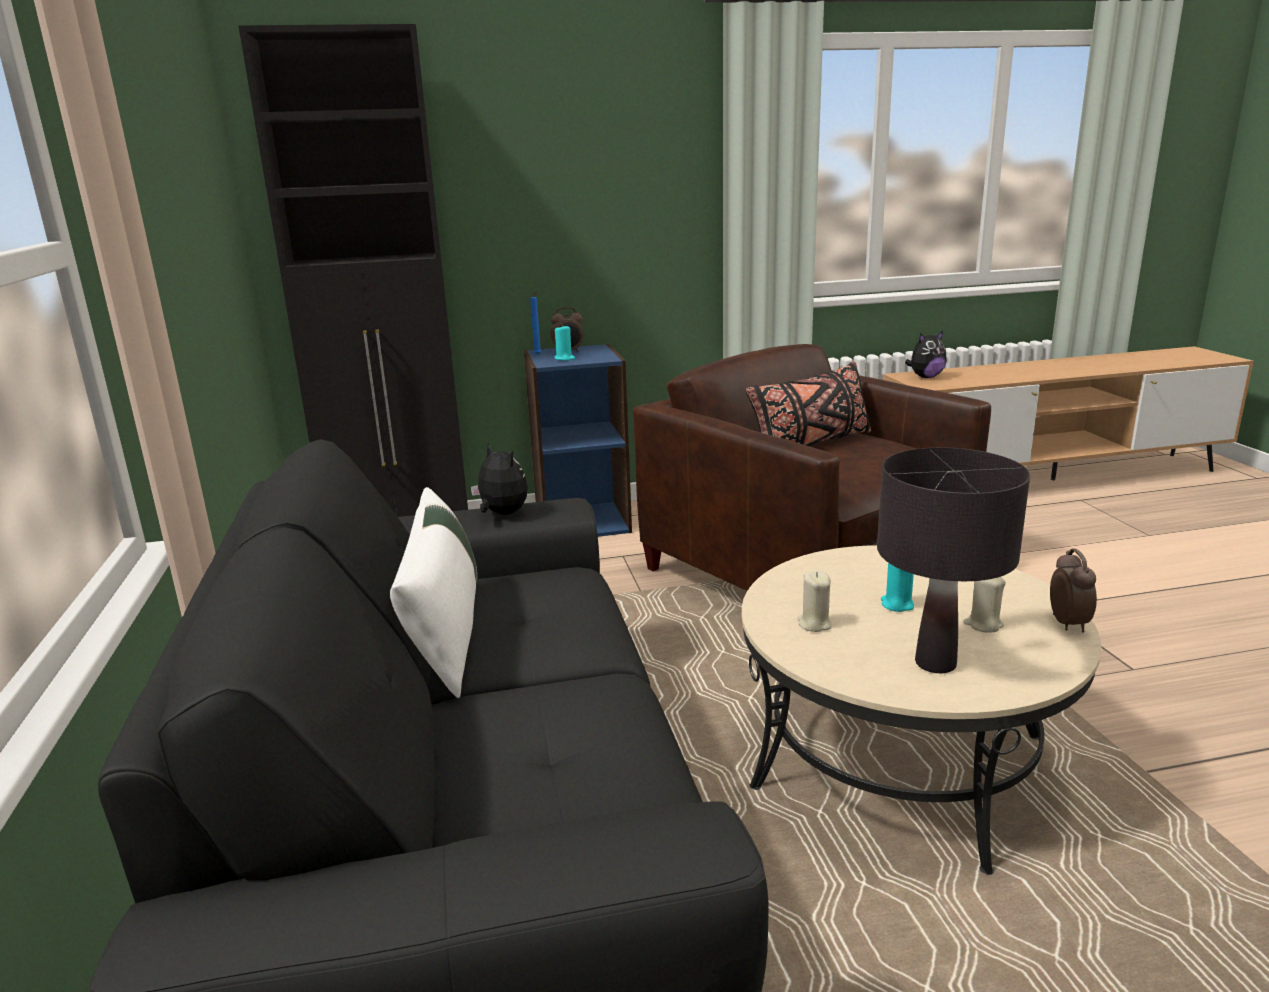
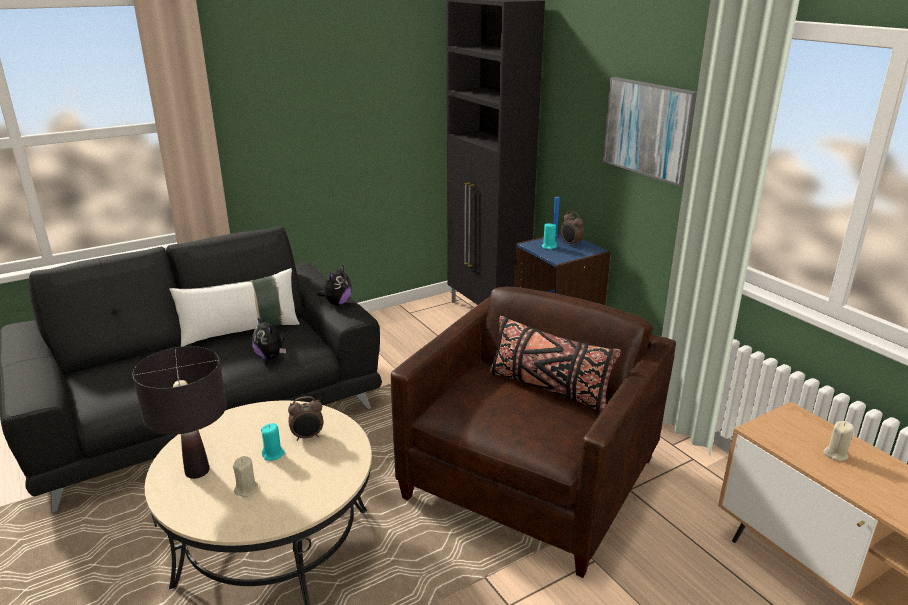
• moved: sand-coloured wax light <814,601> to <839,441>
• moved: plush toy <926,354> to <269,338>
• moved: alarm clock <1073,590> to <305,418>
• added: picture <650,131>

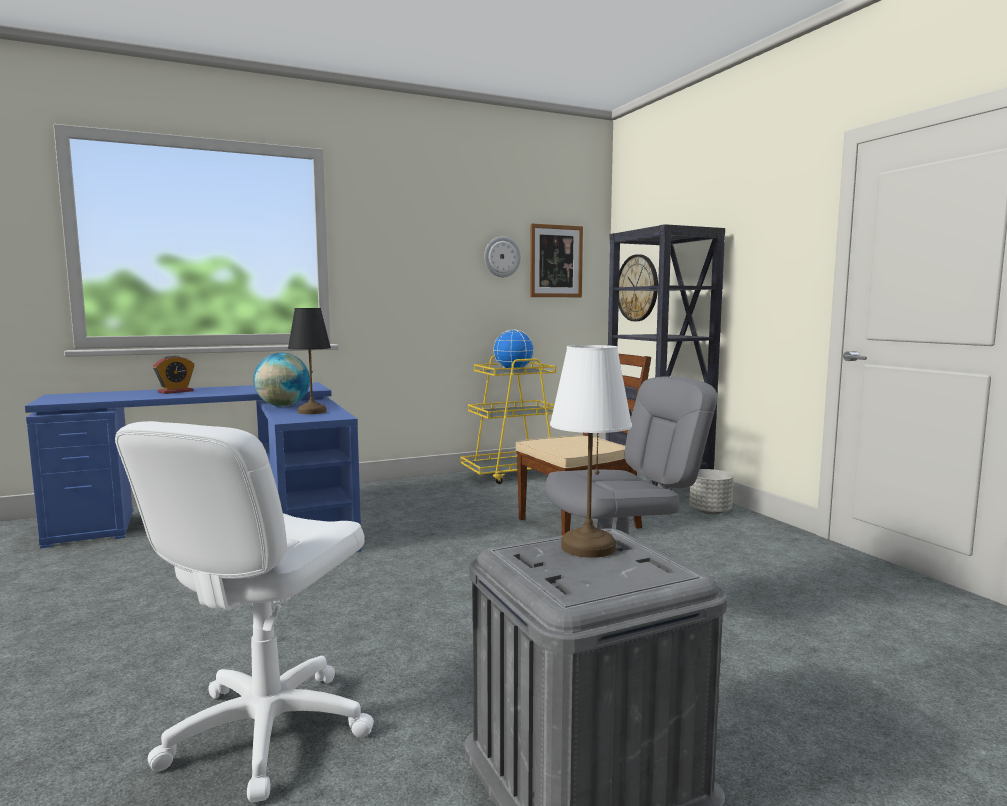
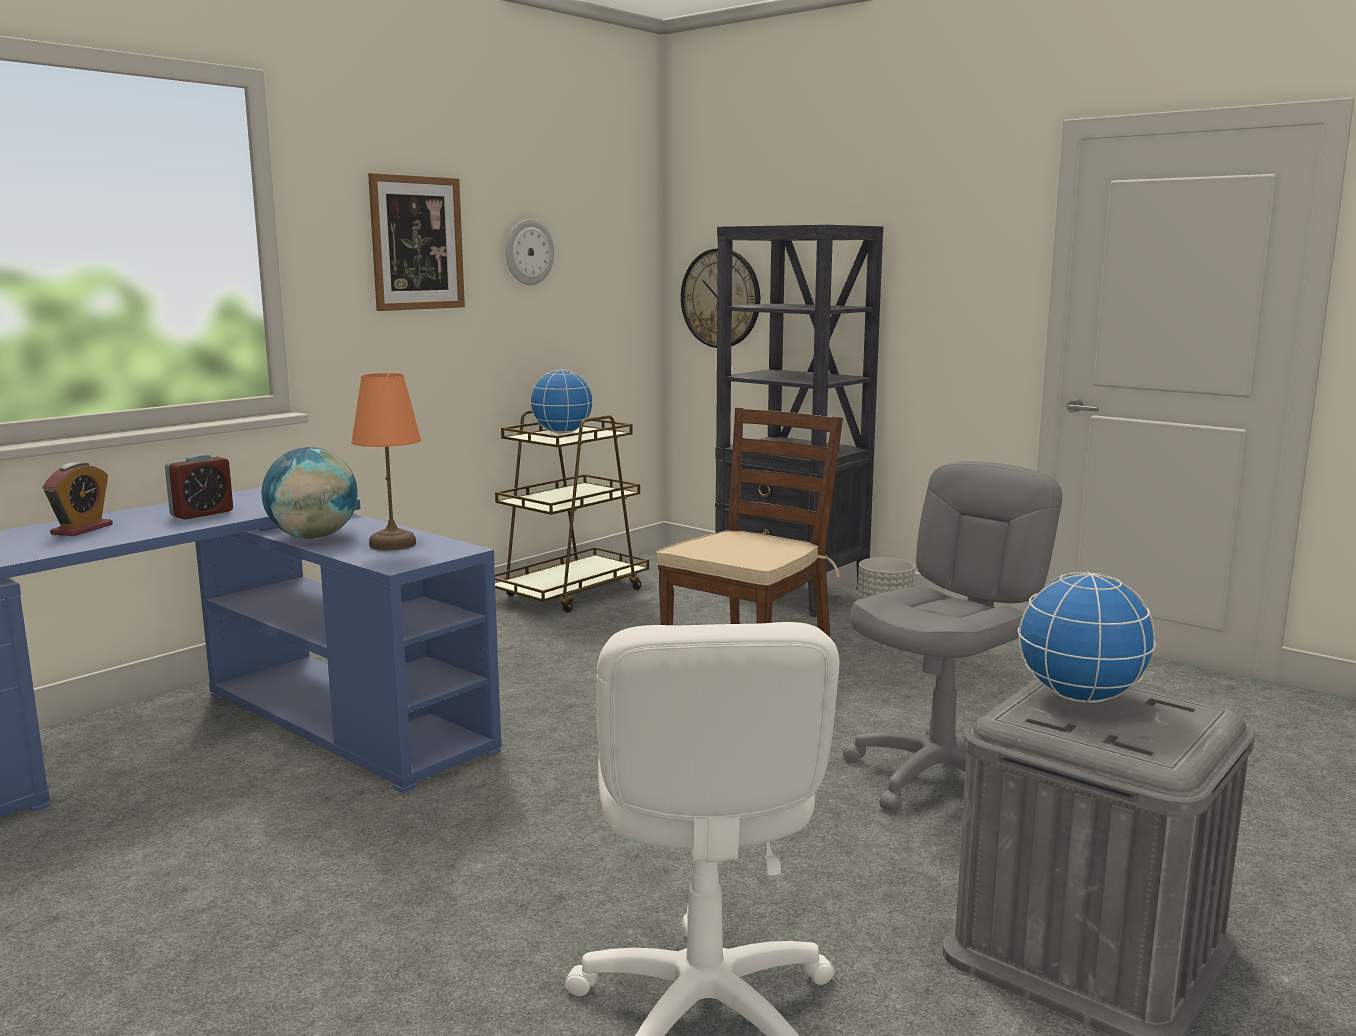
• recoloured: blackish lamp for a table <309,361> to orange-coloured lamp for a table <386,461>
• recoloured: yellowish wheeled cart <508,420> to brownish wheeled cart <572,511>
• moved: picture <556,260> to <416,242>
• replaced: whitish lamp for a table <591,451> to desk globe <1087,637>
• added: alarm clock <199,487>

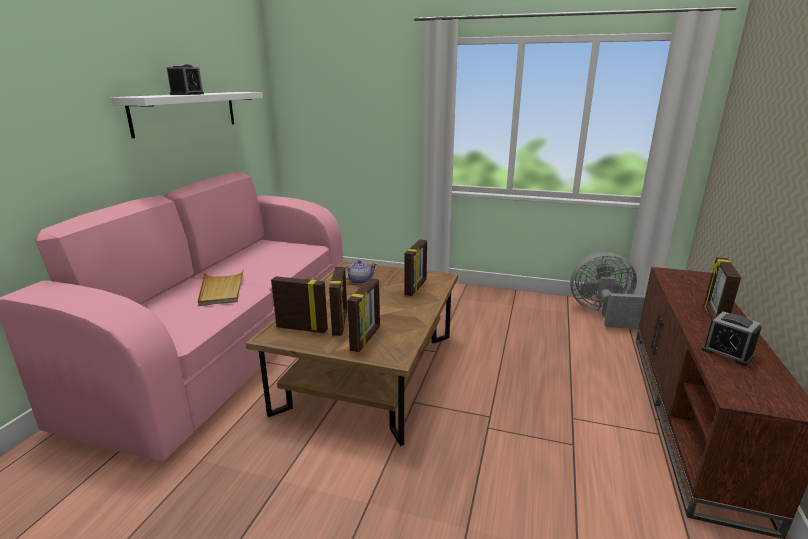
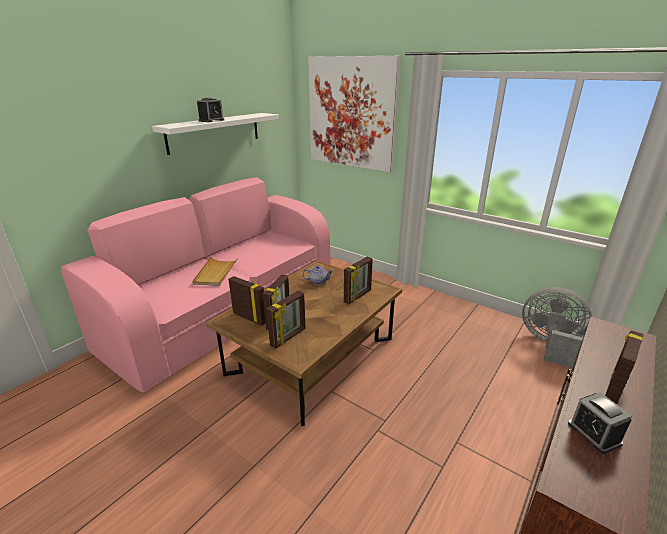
• added: picture <354,114>

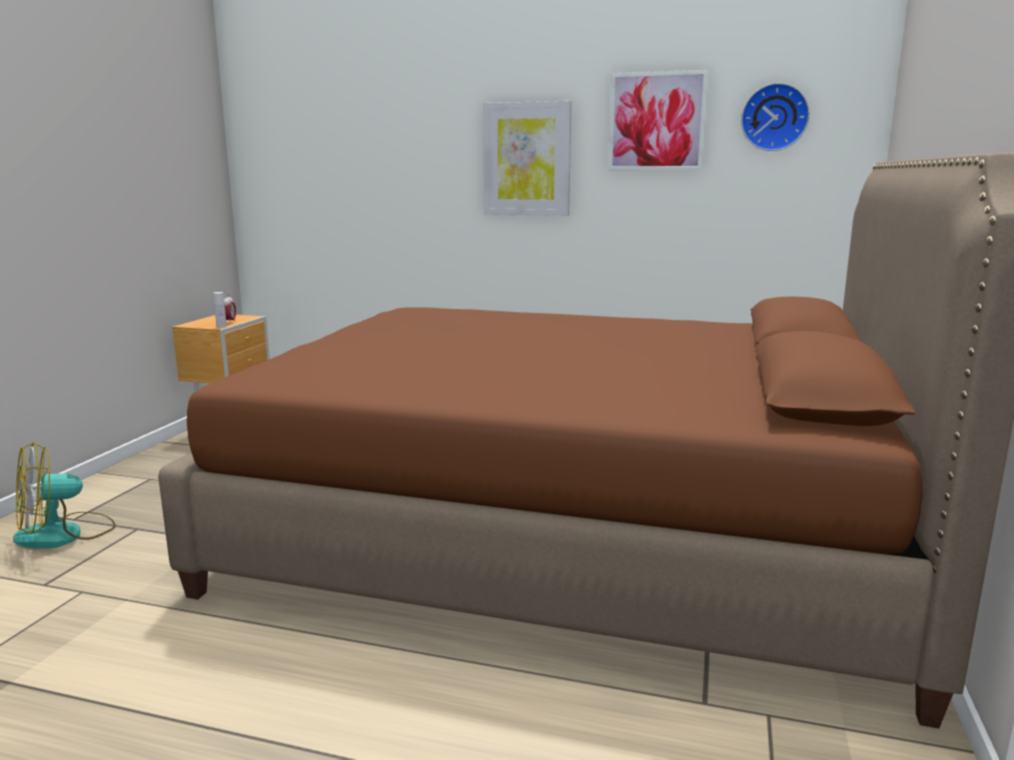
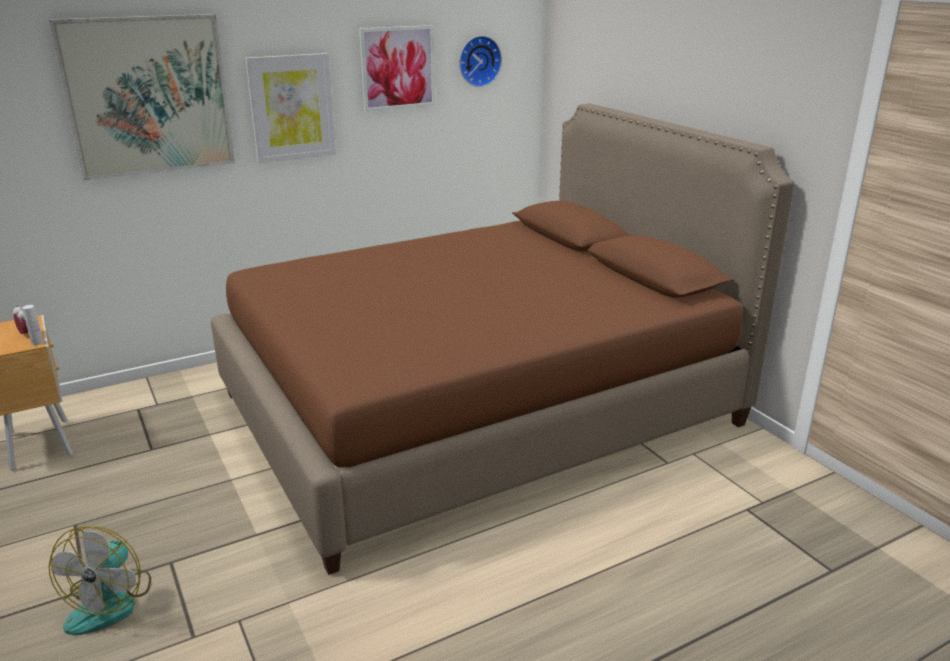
• added: picture <141,97>

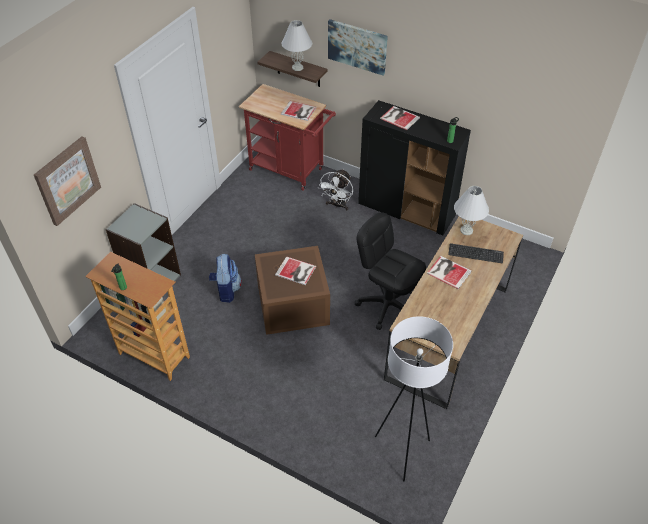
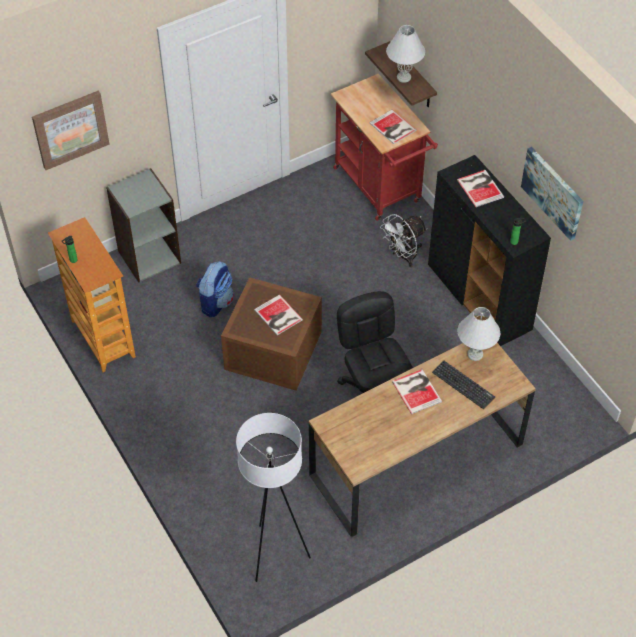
• moved: picture <358,47> to <552,194>

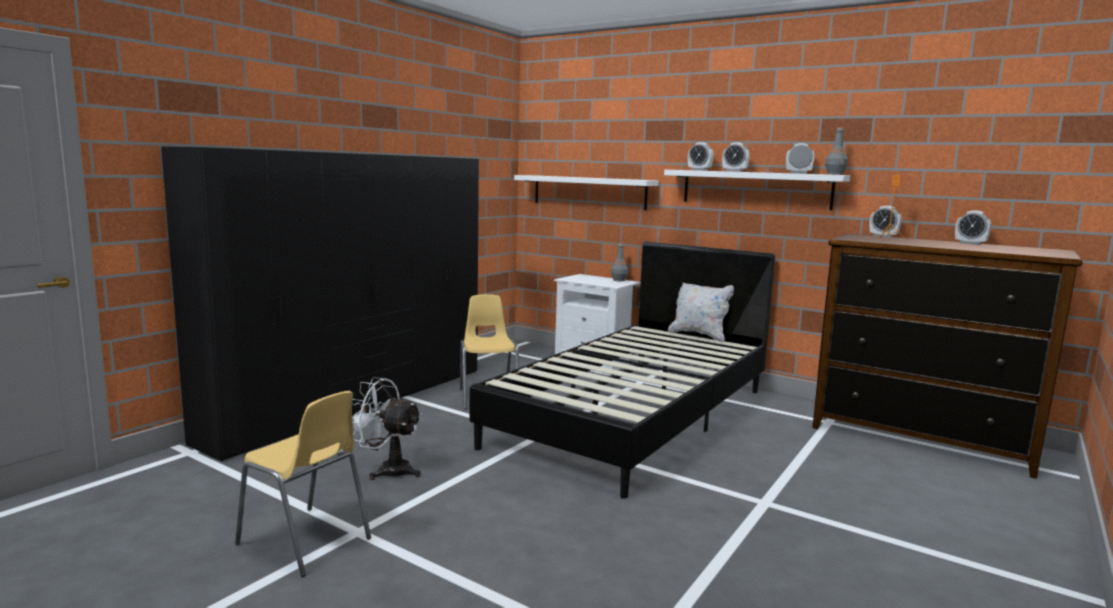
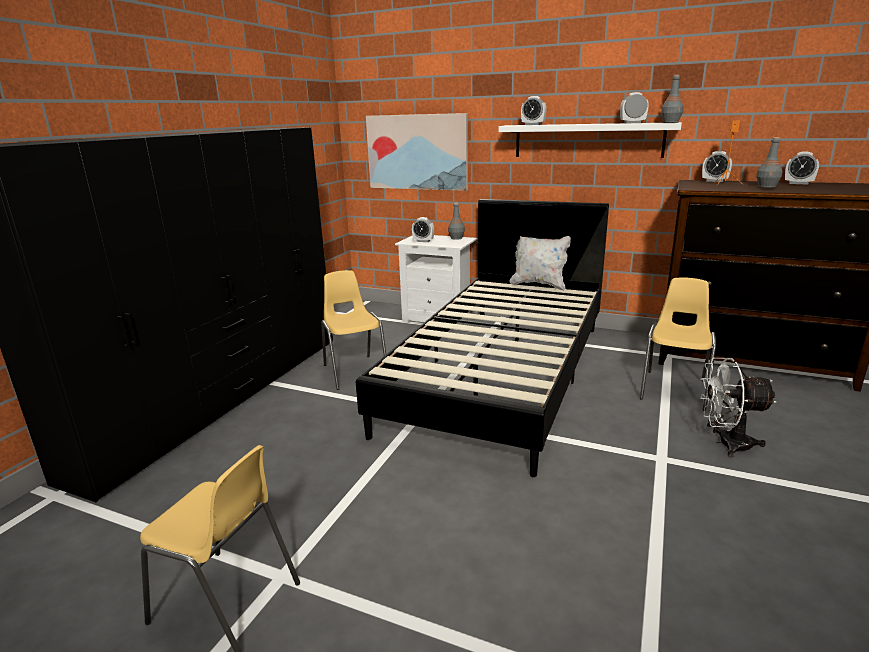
• moved: whitish fan <387,428> to <738,407>
• replaced: whitish bracket shelf <586,192> to picture <417,152>
• moved: alarm clock <736,157> to <423,229>
• added: yellowish chair <678,344>
• added: greyish bottle <769,162>

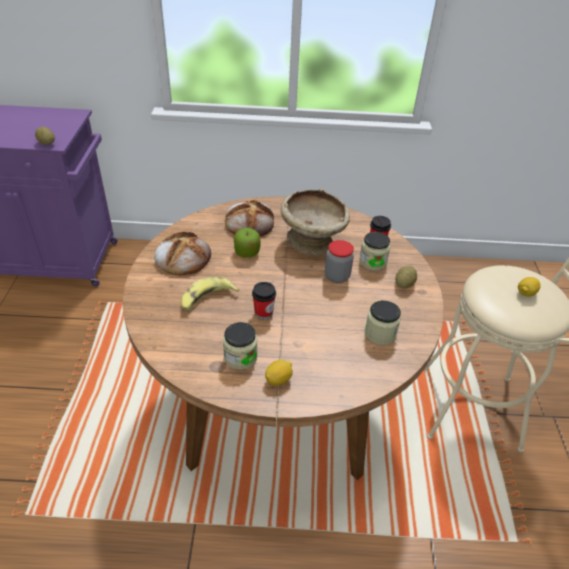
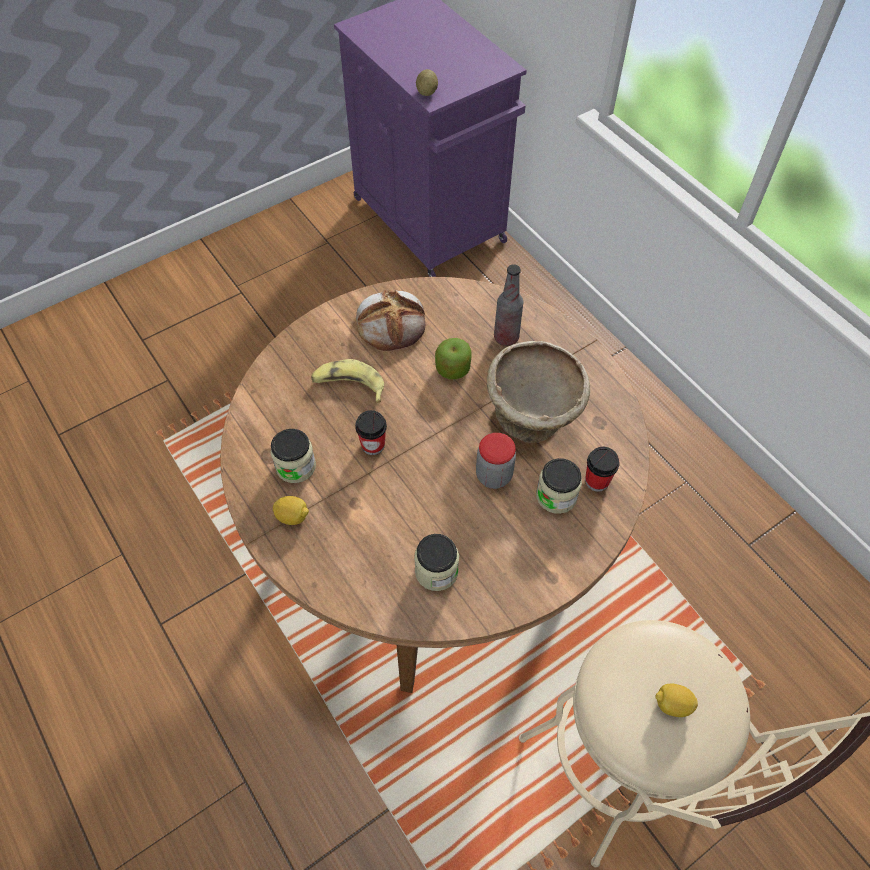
• replaced: bakery bread <249,218> to bottle <508,305>
• removed: potato <406,277>

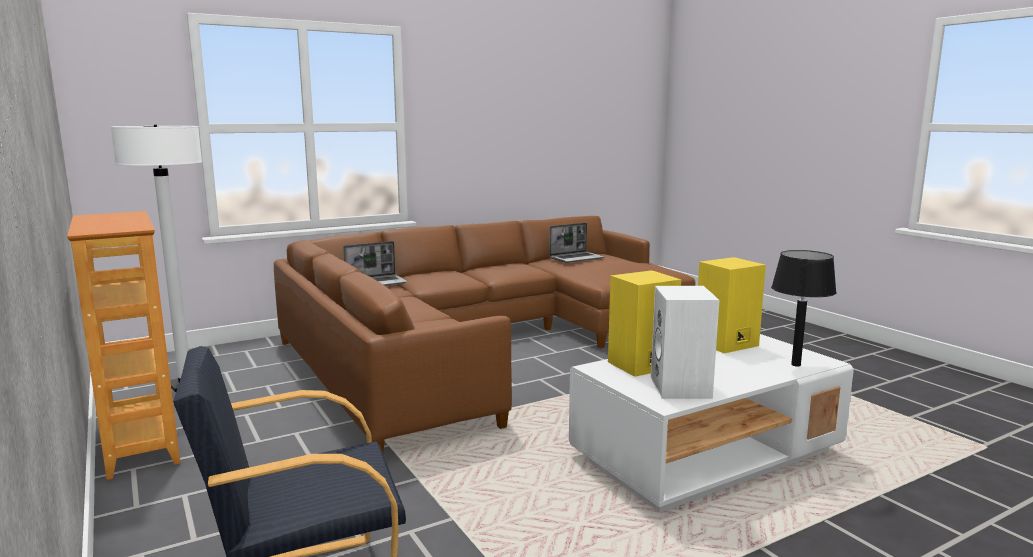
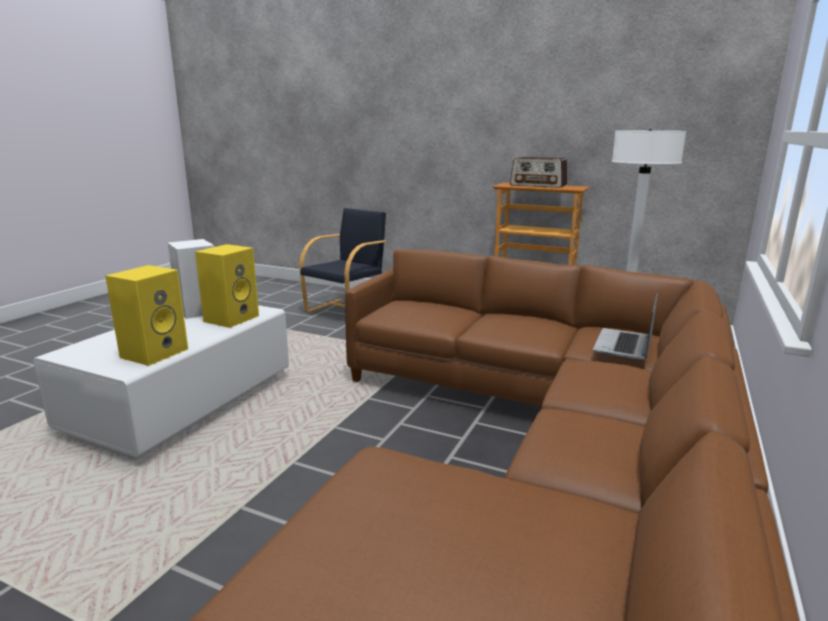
• removed: laptop <576,243>
• removed: blackish lamp for a table <804,308>
• added: radio receiver <538,172>

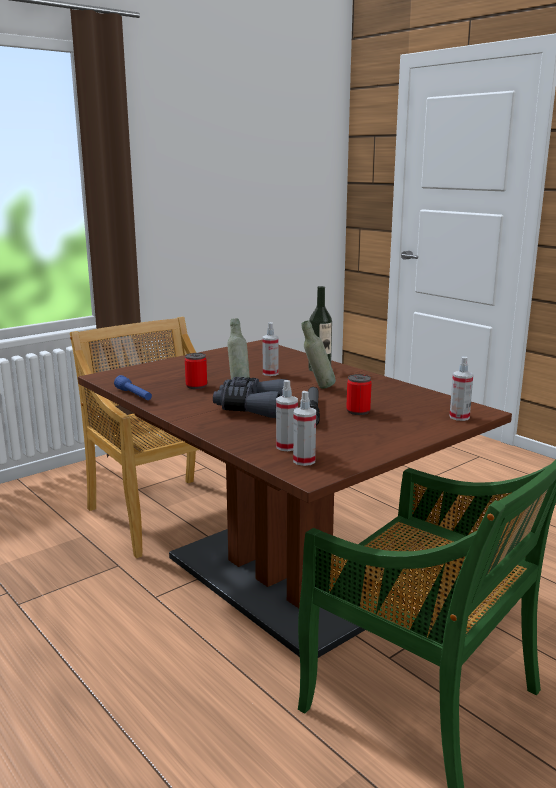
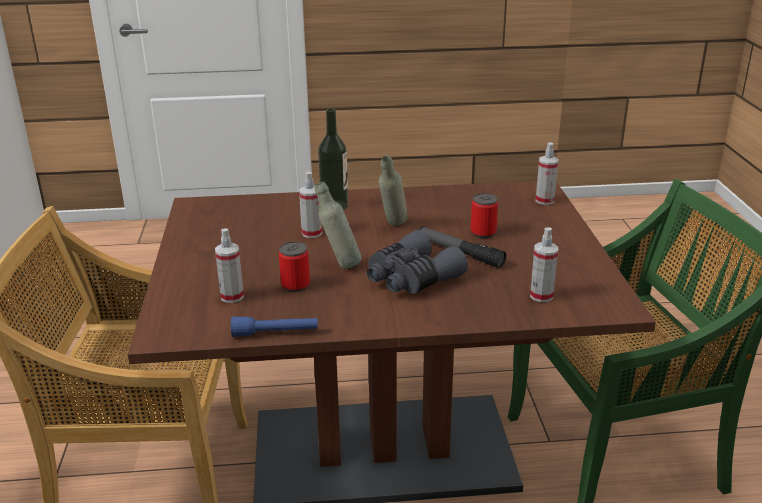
• moved: spray bottle <304,428> to <229,265>

